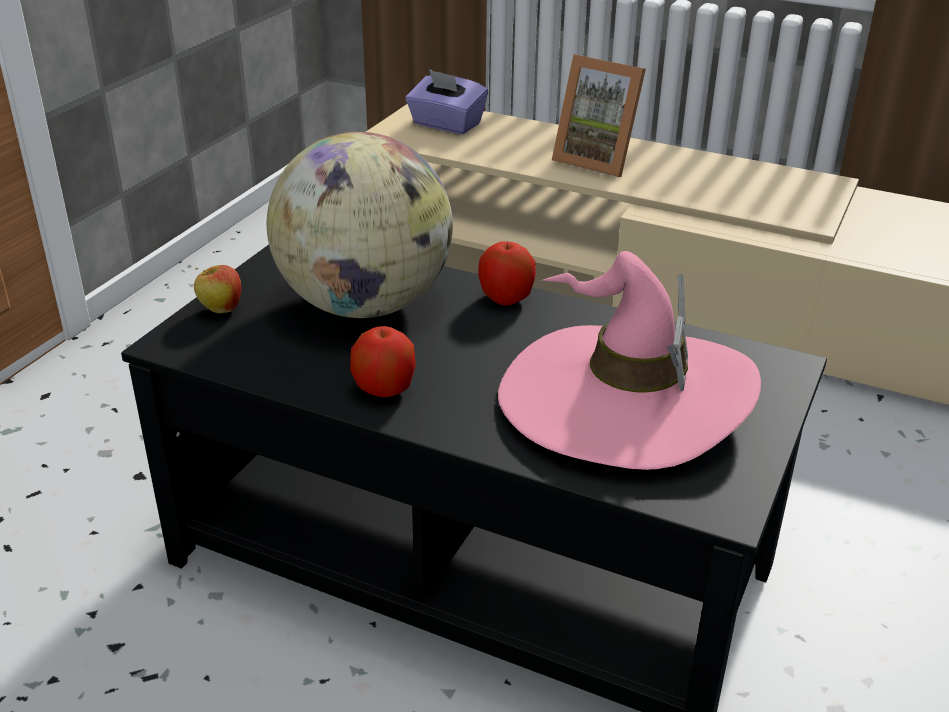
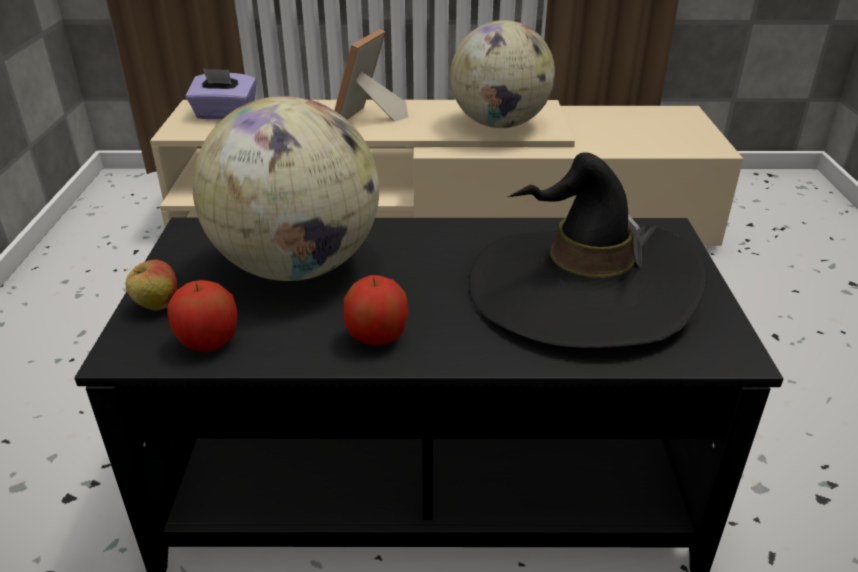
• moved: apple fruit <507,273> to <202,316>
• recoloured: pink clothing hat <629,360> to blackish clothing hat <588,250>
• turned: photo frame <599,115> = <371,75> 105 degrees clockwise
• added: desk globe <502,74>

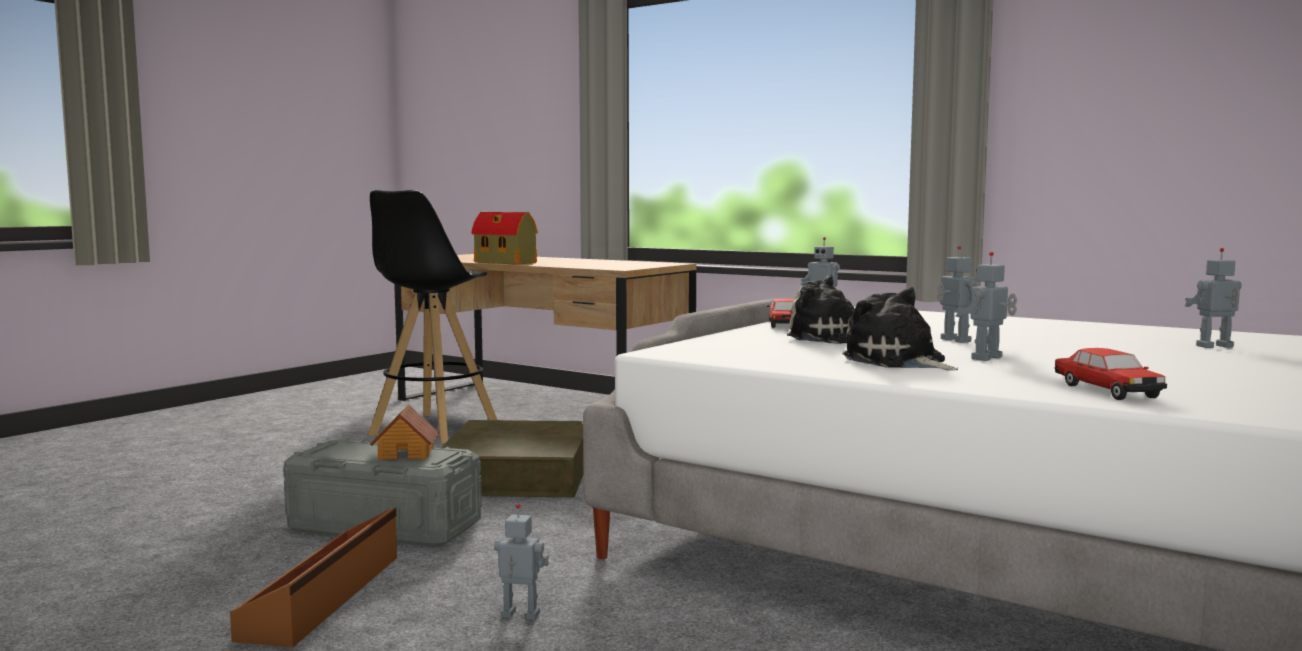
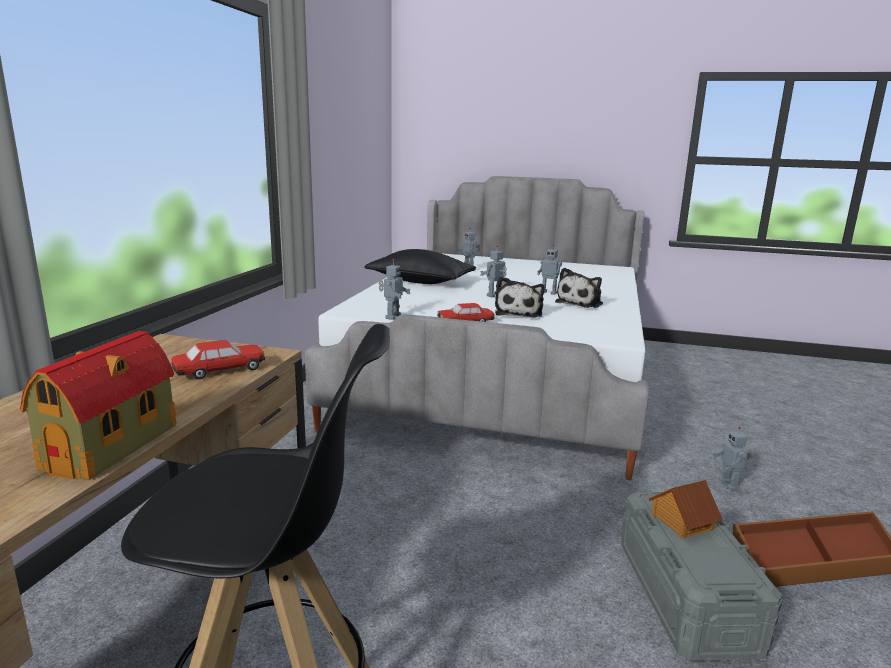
• removed: brownish storage bin <512,459>
• moved: toy car <1110,374> to <218,359>
• added: blackish throw pillow <420,266>

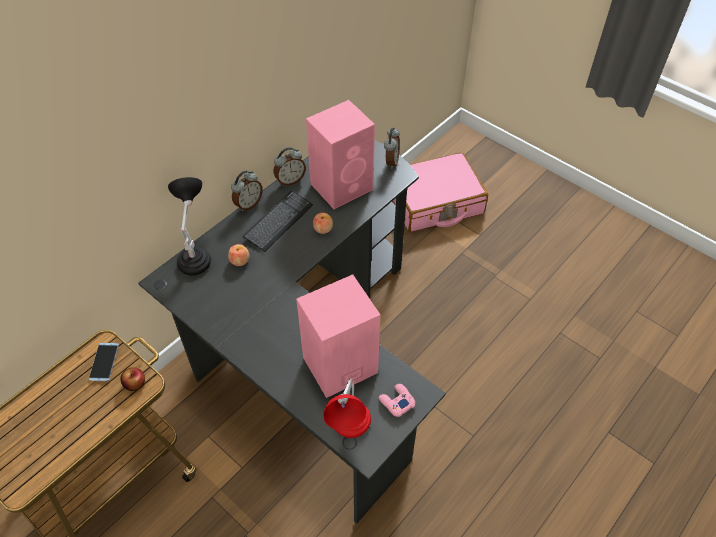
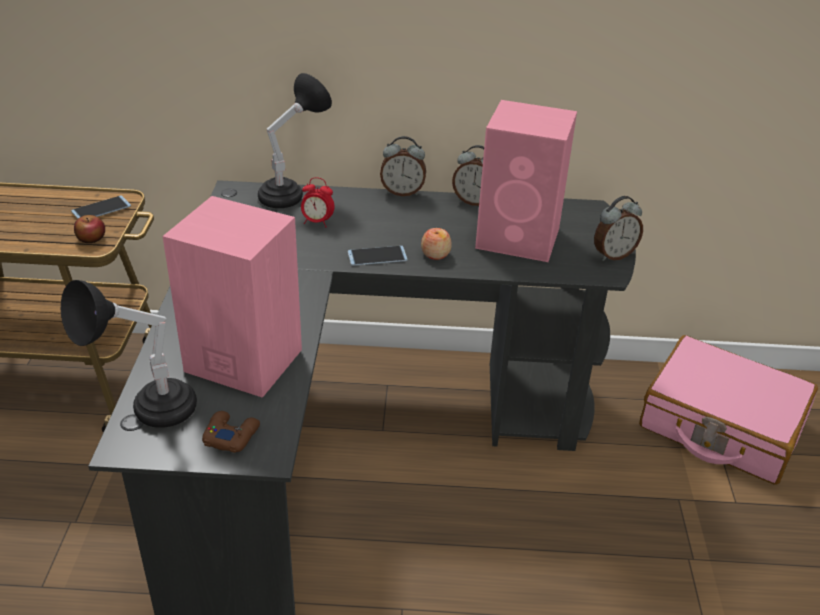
• replaced: apple fruit <238,255> to alarm clock <318,202>
• removed: computer keyboard <278,221>
• recoloured: reddish lamp for a table <347,408> to blackish lamp for a table <129,354>
• recoloured: pink gamepad <397,400> to brownish gamepad <231,432>
• added: phone <377,256>

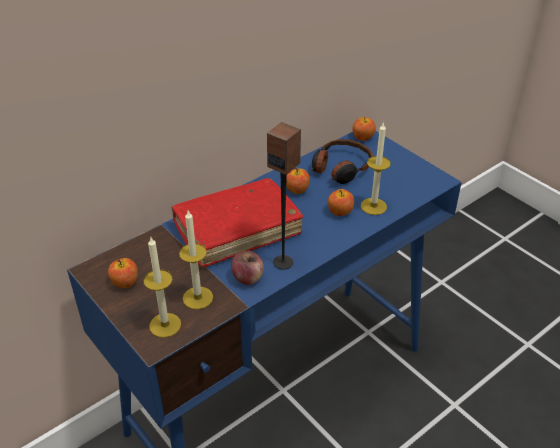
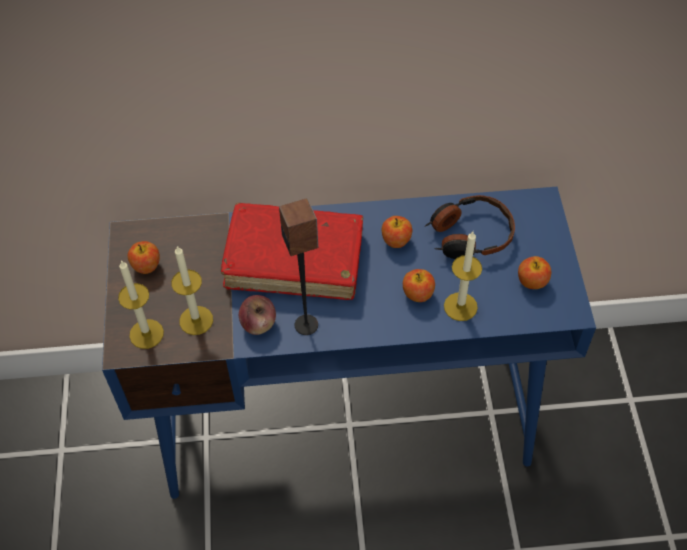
• moved: apple fruit <364,129> to <534,272>

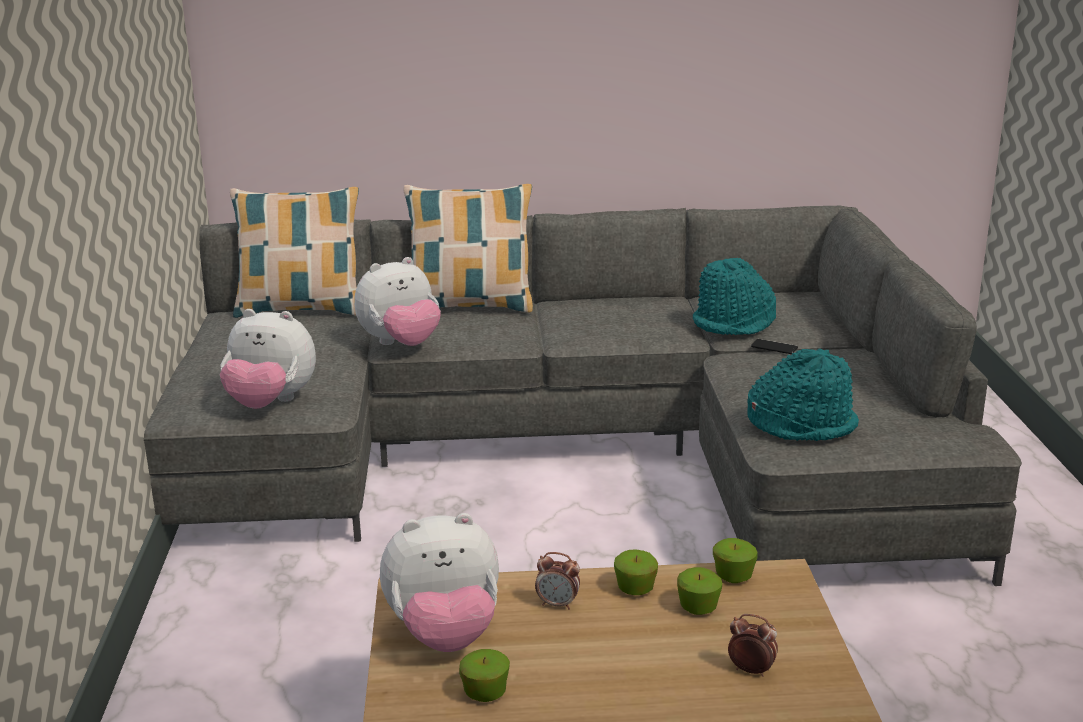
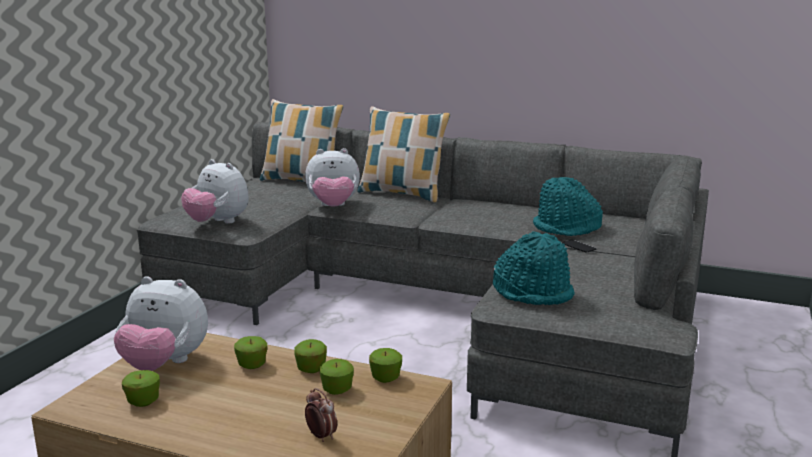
• replaced: alarm clock <557,581> to apple fruit <250,352>

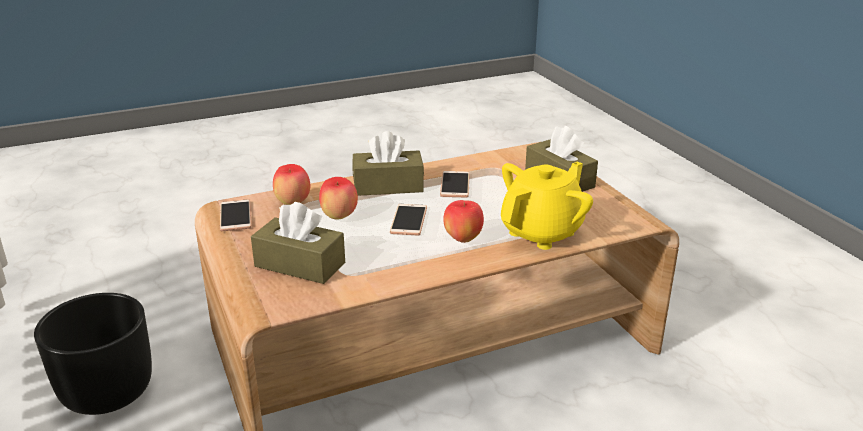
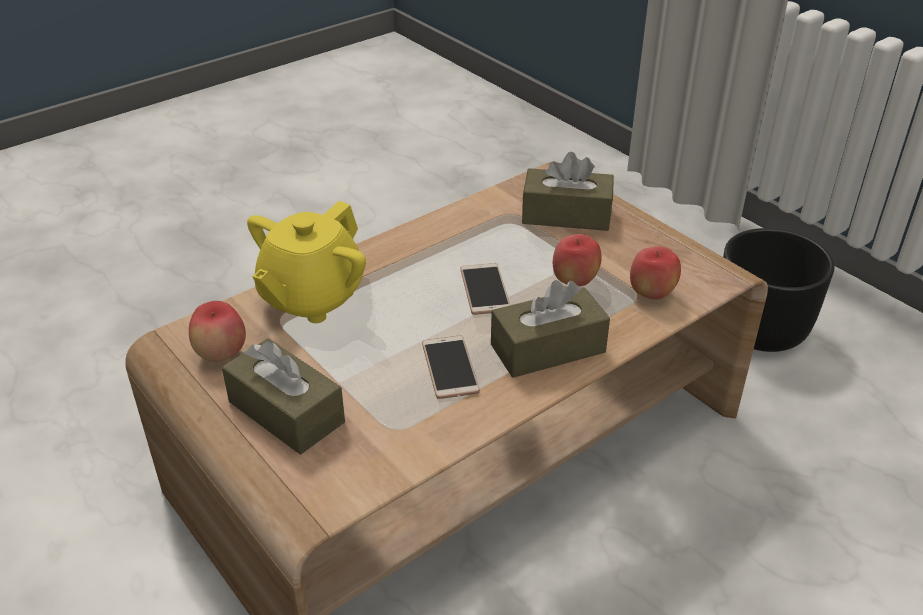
• removed: phone <235,215>
• moved: apple fruit <463,221> to <217,331>

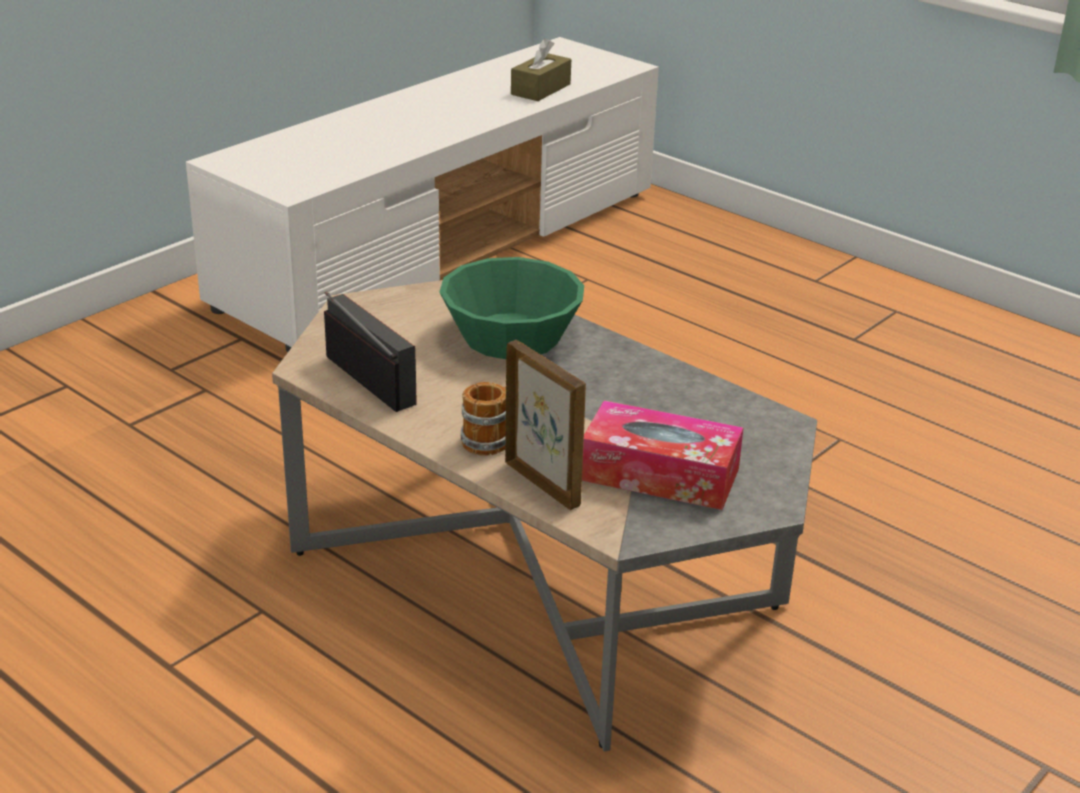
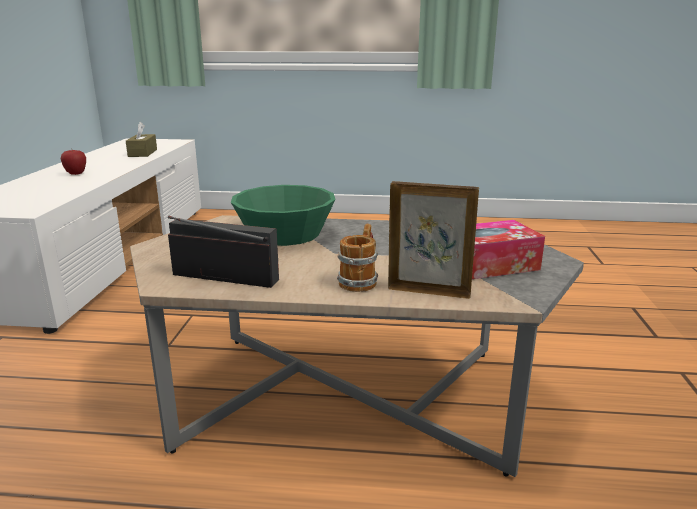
• added: apple fruit <73,162>

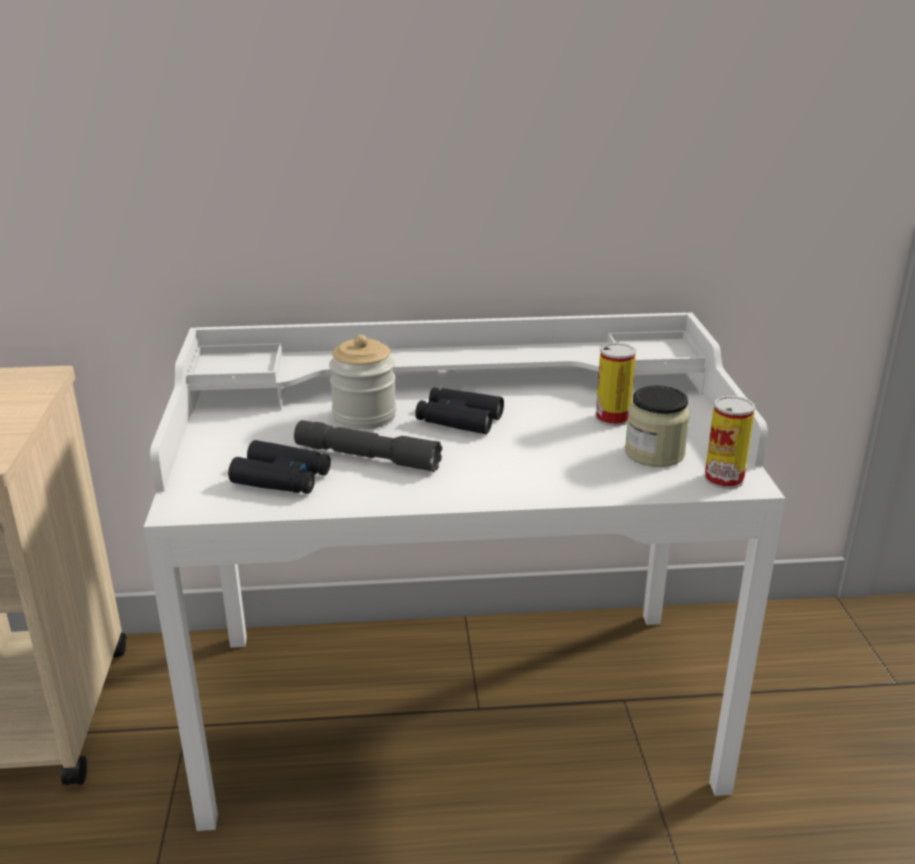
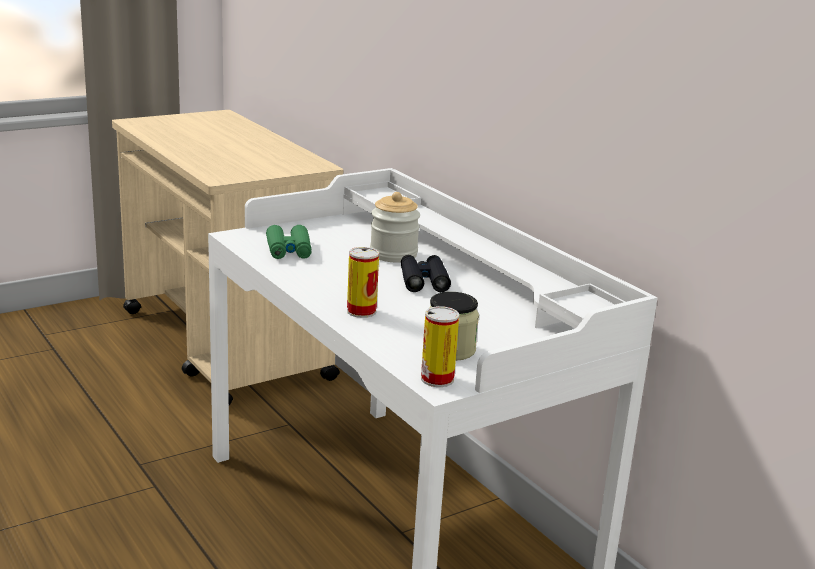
• recoloured: blackish field glasses <279,467> to greenish field glasses <289,242>
• removed: greyish flashlight <368,446>
• moved: sealed can <615,384> to <363,282>

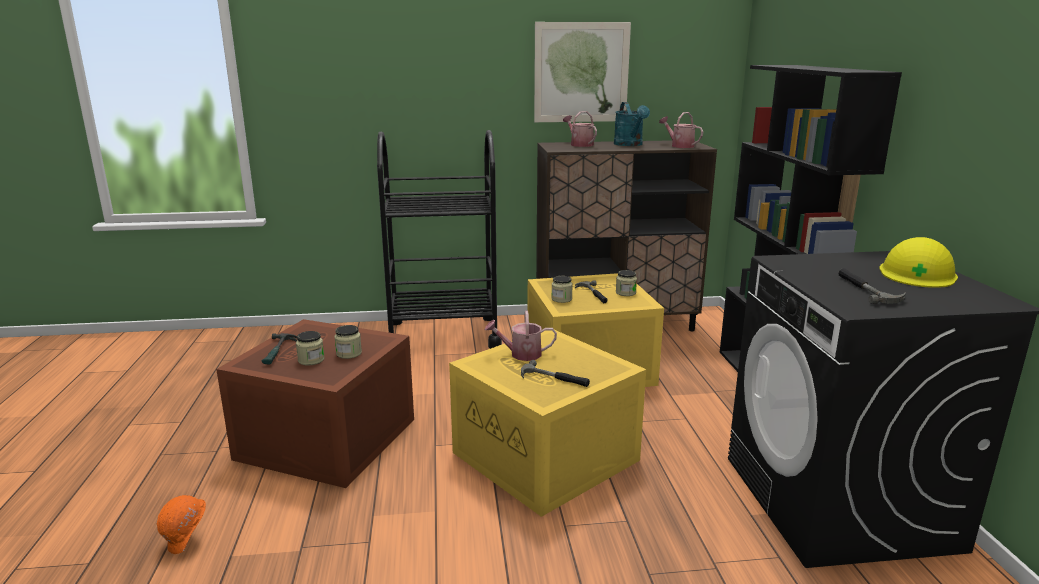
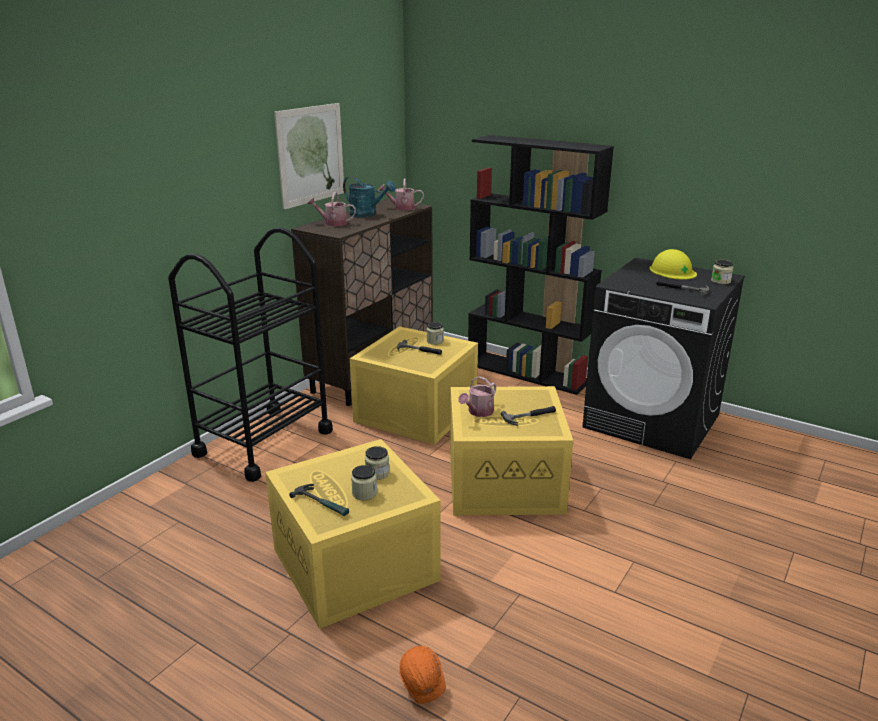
• recoloured: brownish storage bin <315,403> to yellowish storage bin <353,534>
• moved: jar <562,289> to <722,272>

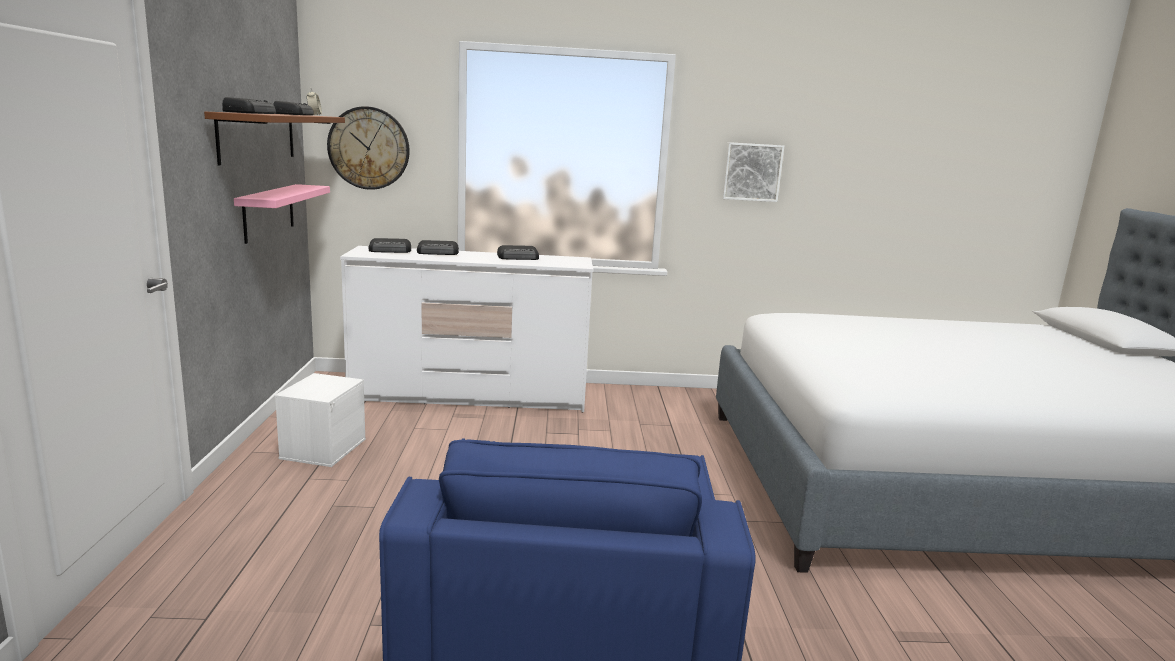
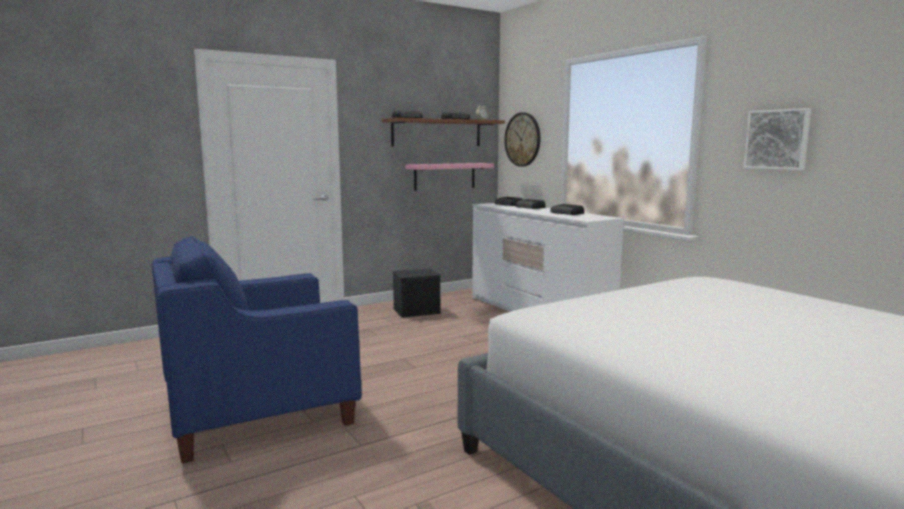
• recoloured: whitish storage bin <320,420> to blackish storage bin <417,293>

